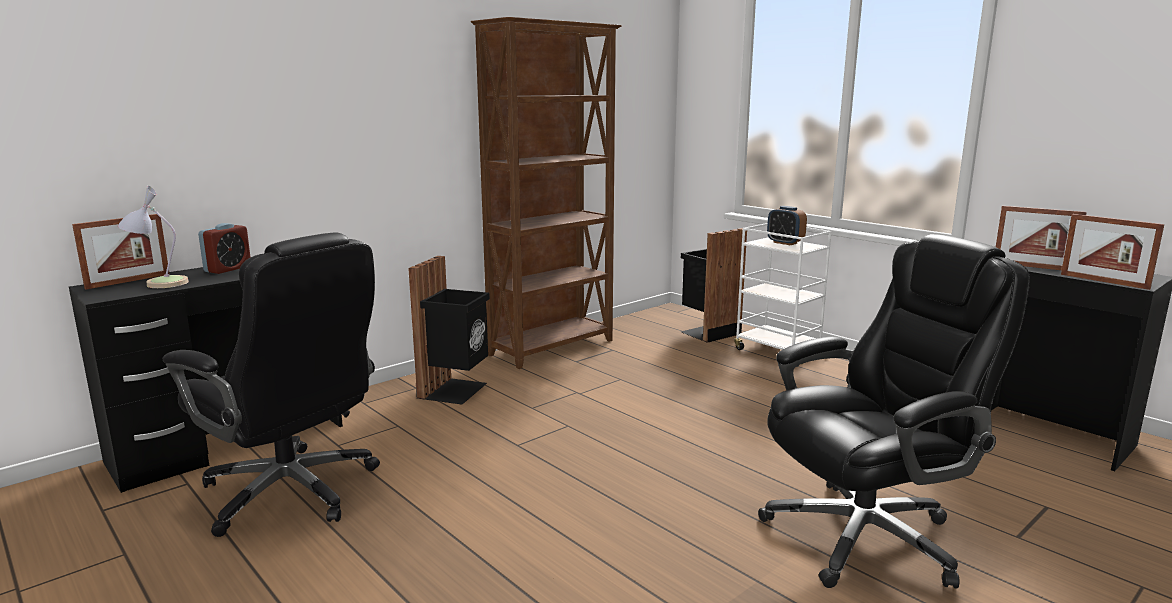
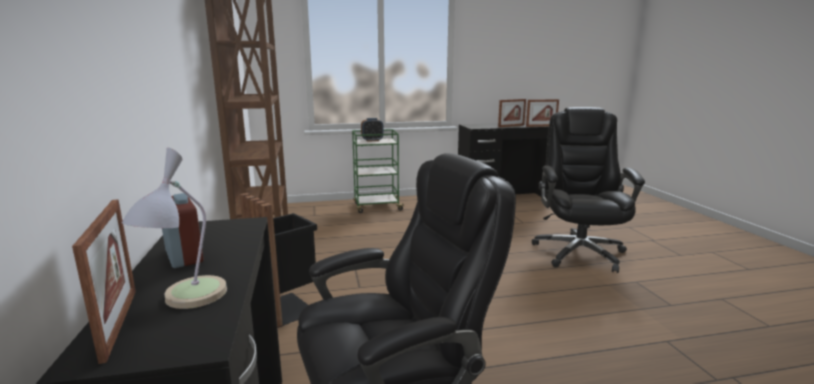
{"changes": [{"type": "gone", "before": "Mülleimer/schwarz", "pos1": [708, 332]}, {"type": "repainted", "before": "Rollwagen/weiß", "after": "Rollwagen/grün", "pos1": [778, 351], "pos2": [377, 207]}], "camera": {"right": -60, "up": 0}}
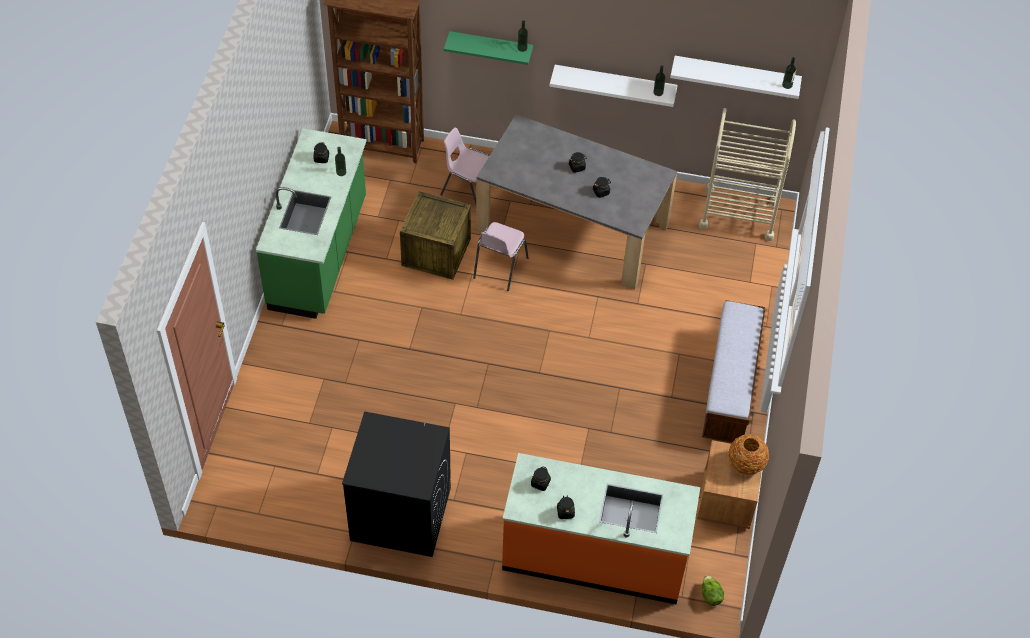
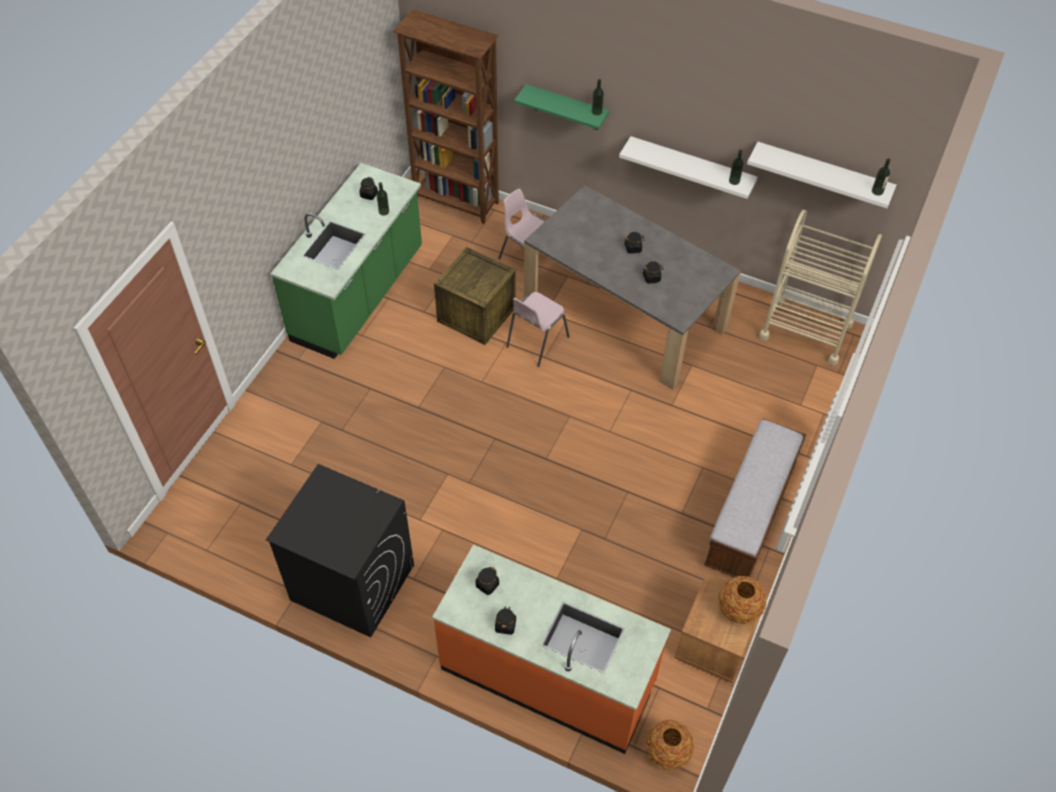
{"changes": [{"type": "swapped", "before": "Salatkopf", "after": "Vase", "pos1": [710, 595], "pos2": [667, 752]}], "camera": {"right": 15, "up": 0}}
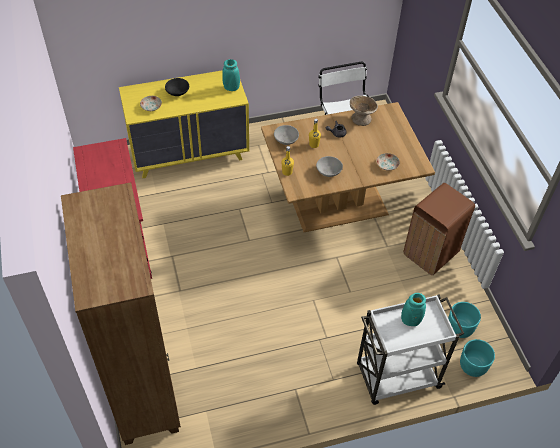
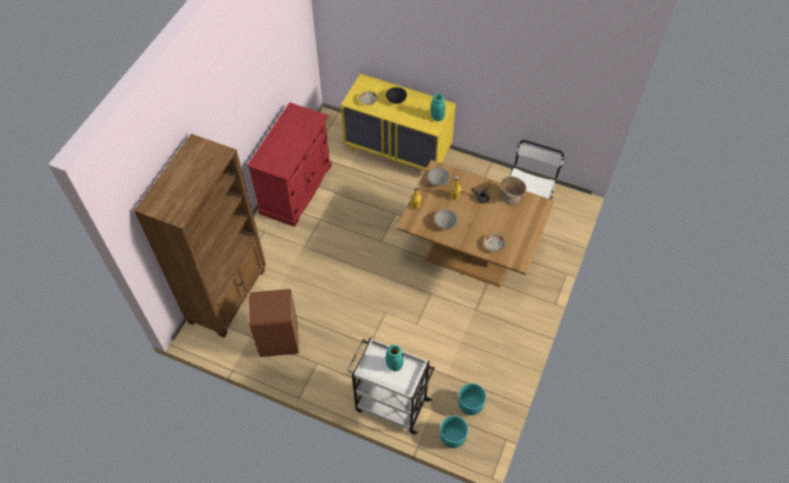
{"changes": [{"type": "shifted", "before": "Mülleimer/braun", "pos1": [430, 253], "pos2": [278, 339]}], "camera": {"right": 40, "up": 5}}
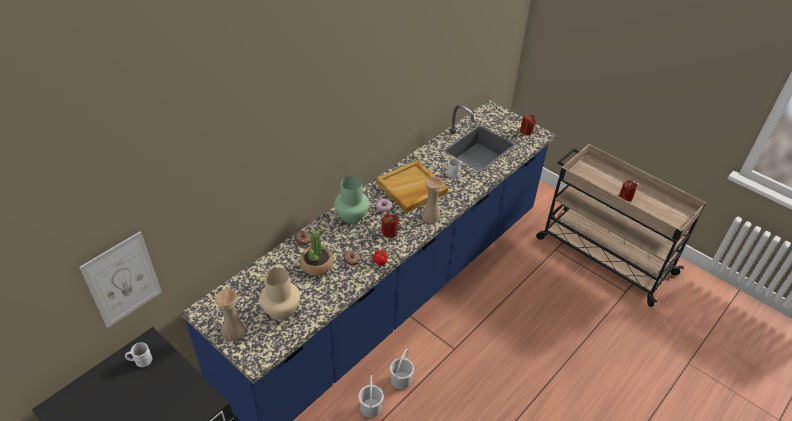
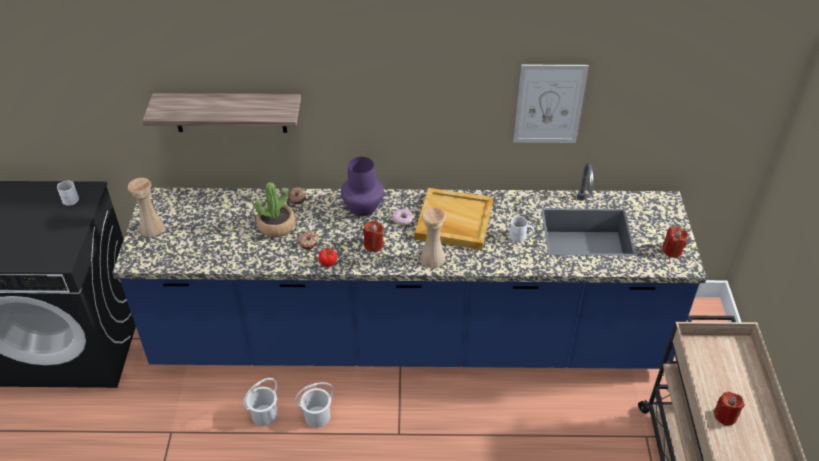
{"changes": [{"type": "shifted", "before": "Bild", "pos1": [123, 280], "pos2": [549, 104]}, {"type": "gone", "before": "Vase/beige", "pos1": [282, 311]}, {"type": "repainted", "before": "Vase/grün", "after": "Vase/lila", "pos1": [352, 217], "pos2": [362, 208]}, {"type": "new", "after": "Wandregal", "pos2": [229, 112]}], "camera": {"right": 50, "up": 0}}
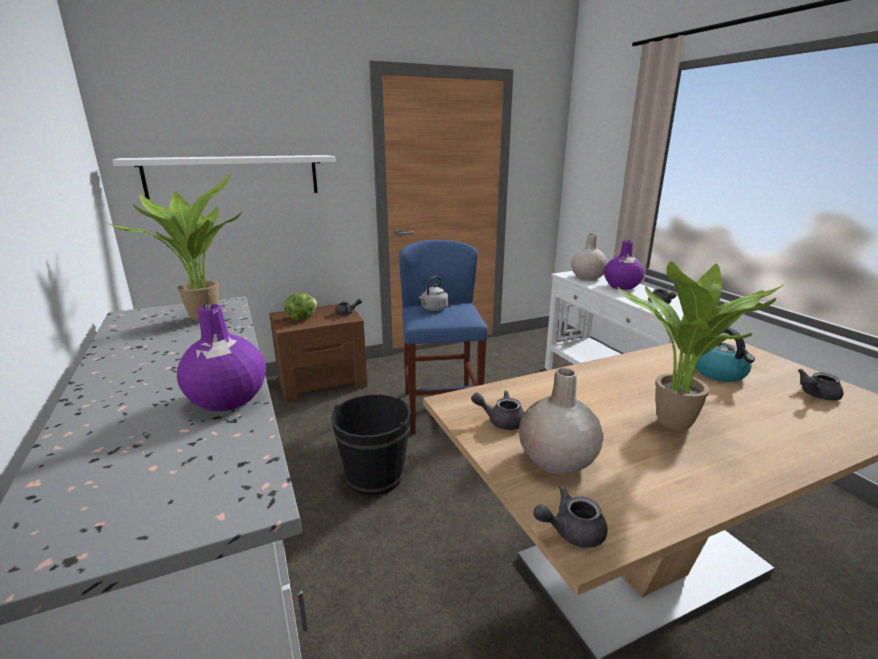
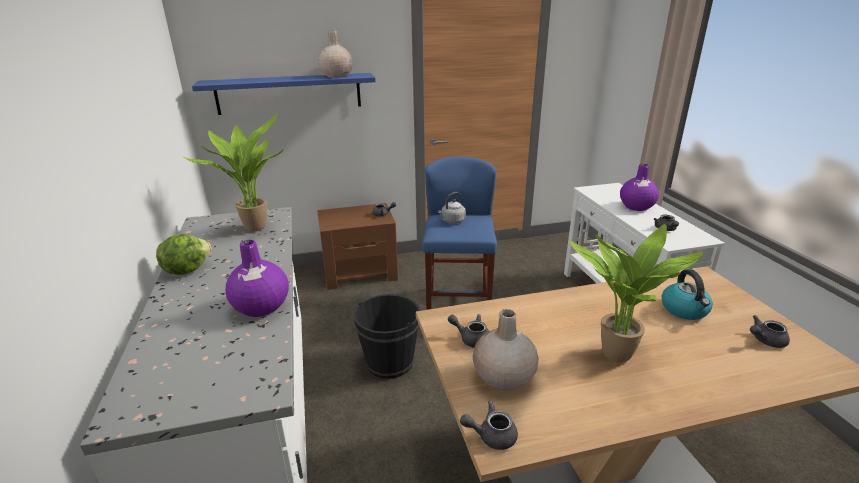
{"changes": [{"type": "repainted", "before": "Wandregal/weiß", "after": "Wandregal/blau", "pos1": [234, 176], "pos2": [289, 93]}, {"type": "shifted", "before": "Salatkopf", "pos1": [301, 318], "pos2": [186, 270]}, {"type": "shifted", "before": "Vase/beige", "pos1": [587, 277], "pos2": [336, 76]}], "camera": {"right": 10, "up": 5}}
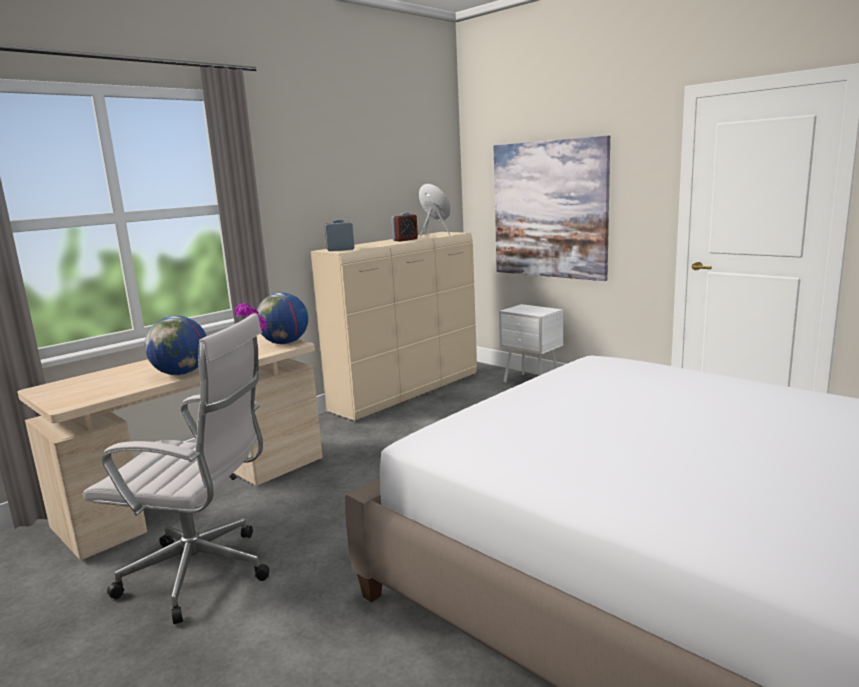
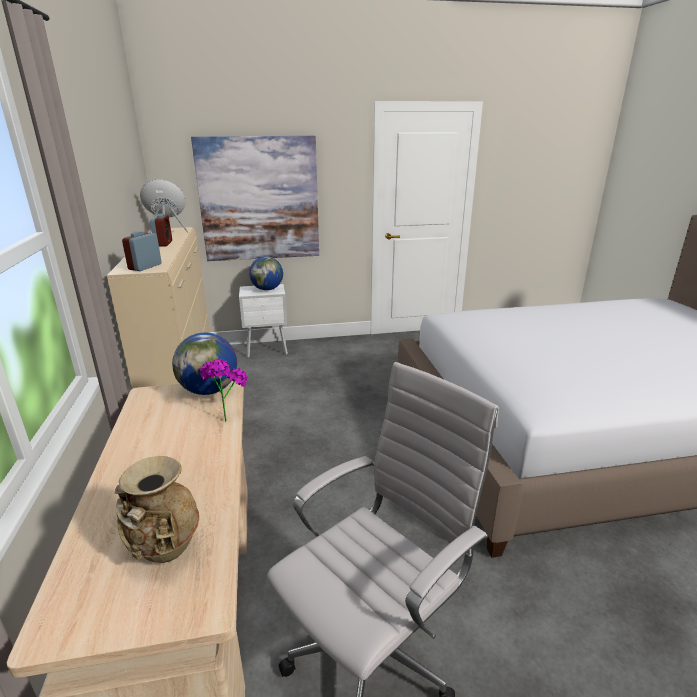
{"changes": [{"type": "shifted", "before": "Globus", "pos1": [181, 373], "pos2": [267, 289]}, {"type": "new", "after": "Vase/beige", "pos2": [164, 551]}], "camera": {"right": -55, "up": 10}}
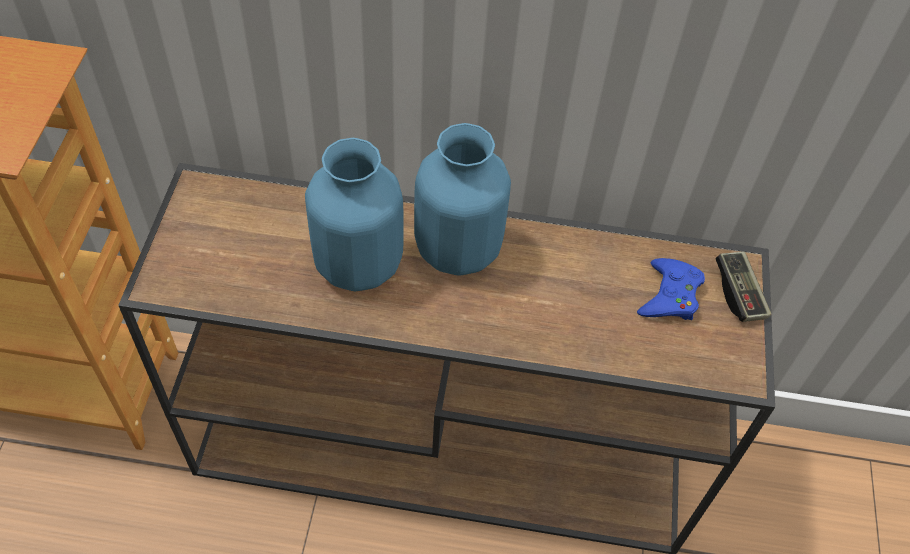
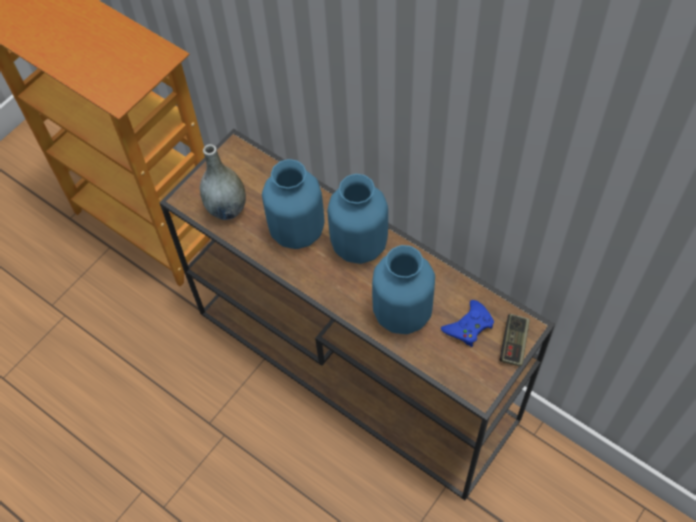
{"changes": [{"type": "new", "after": "Vase/grau", "pos2": [227, 209]}, {"type": "new", "after": "Vase/blau", "pos2": [402, 314]}], "camera": {"right": 35, "up": 5}}
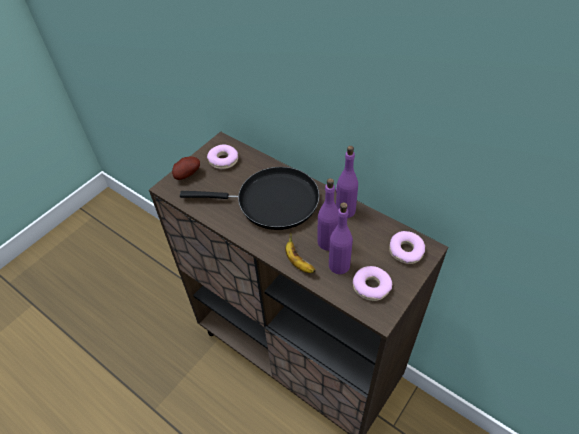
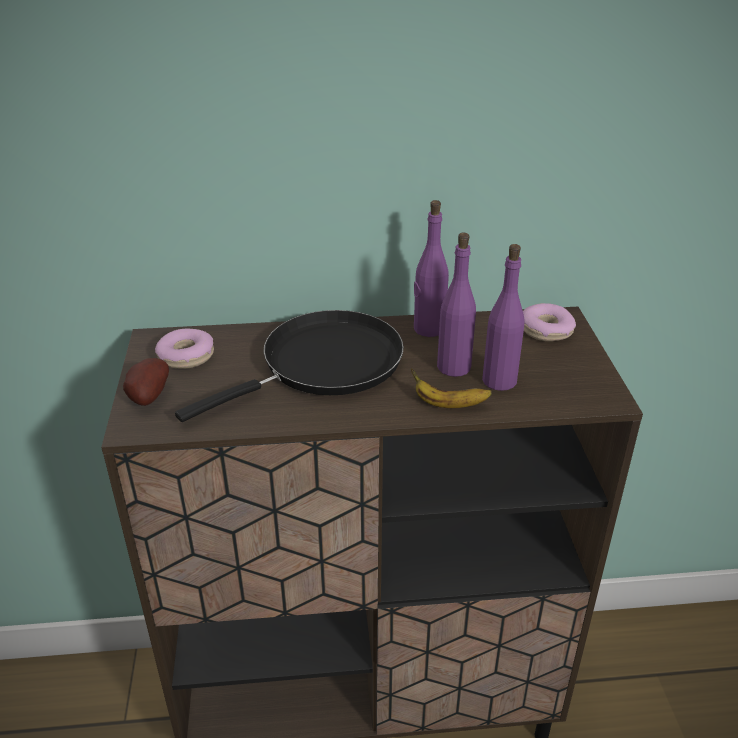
{"changes": [{"type": "gone", "before": "Donut", "pos1": [371, 287]}], "camera": {"right": -45, "up": -15}}
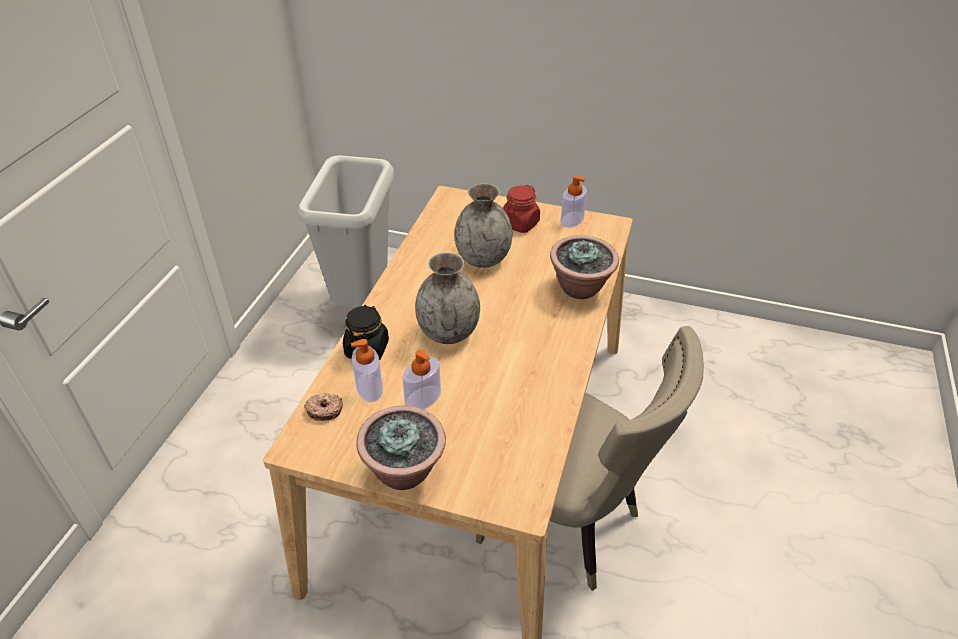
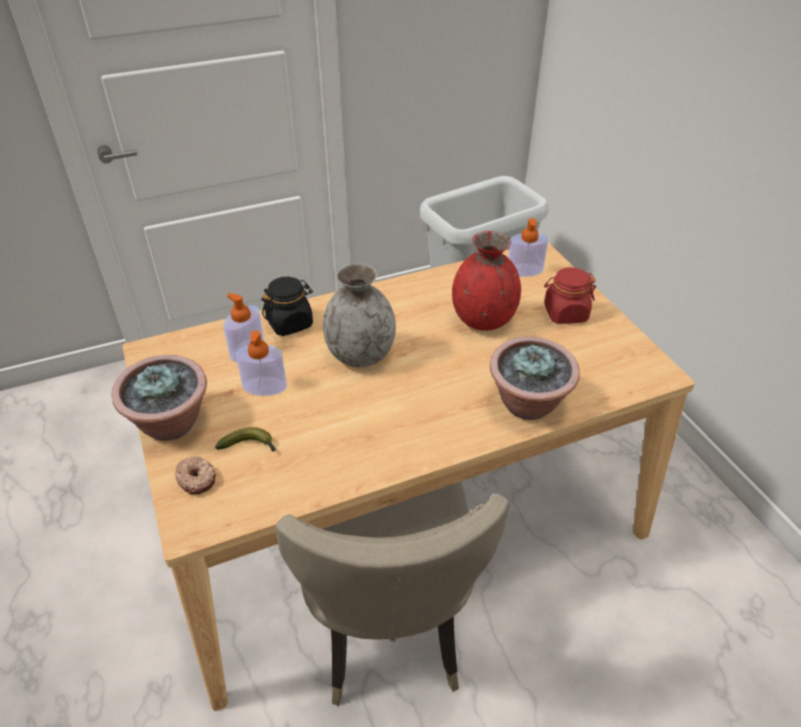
{"changes": [{"type": "shifted", "before": "Donut", "pos1": [324, 410], "pos2": [197, 479]}, {"type": "repainted", "before": "Vase/grau", "after": "Vase/rot", "pos1": [483, 258], "pos2": [484, 320]}, {"type": "shifted", "before": "Seifenspender", "pos1": [572, 219], "pos2": [525, 270]}, {"type": "new", "after": "Banane", "pos2": [250, 446]}], "camera": {"right": 50, "up": 0}}
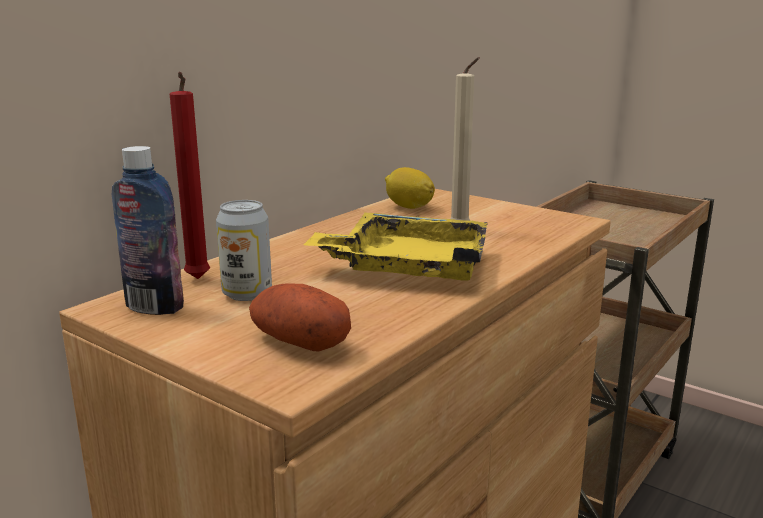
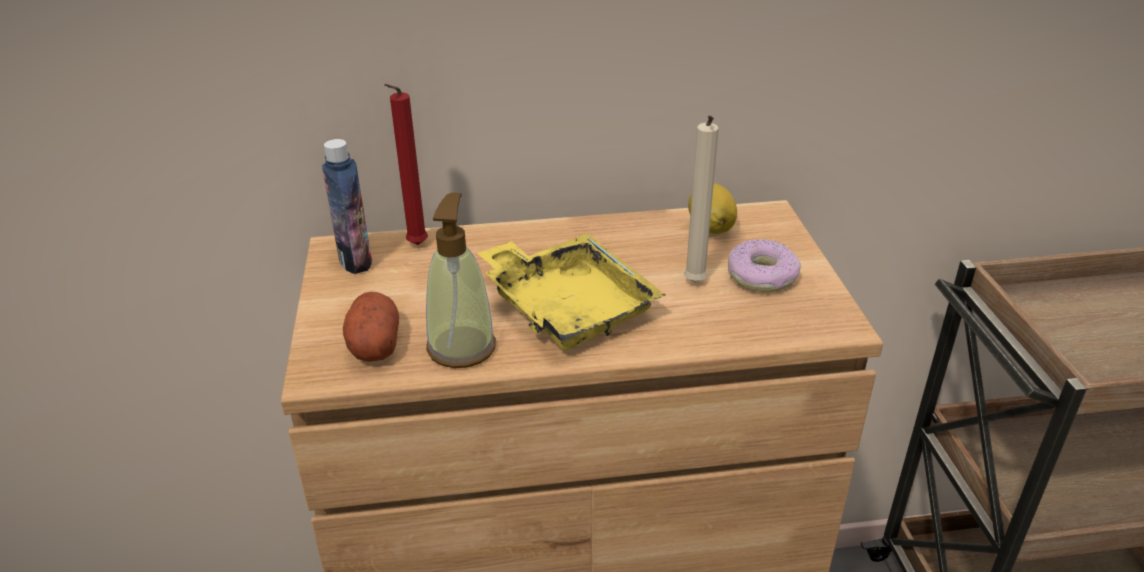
{"changes": [{"type": "gone", "before": "Dose", "pos1": [247, 293]}, {"type": "new", "after": "Seifenspender", "pos2": [461, 347]}, {"type": "new", "after": "Donut", "pos2": [762, 276]}], "camera": {"right": 45, "up": 15}}
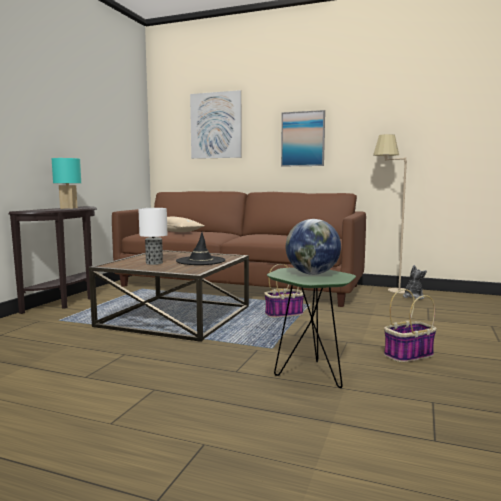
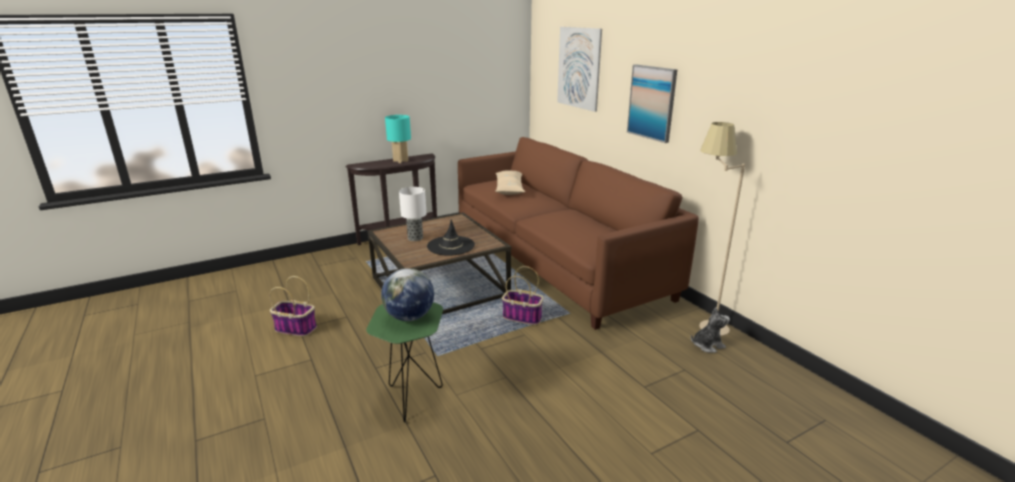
{"changes": [{"type": "shifted", "before": "Korb", "pos1": [408, 355], "pos2": [295, 328]}], "camera": {"right": 40, "up": 15}}
